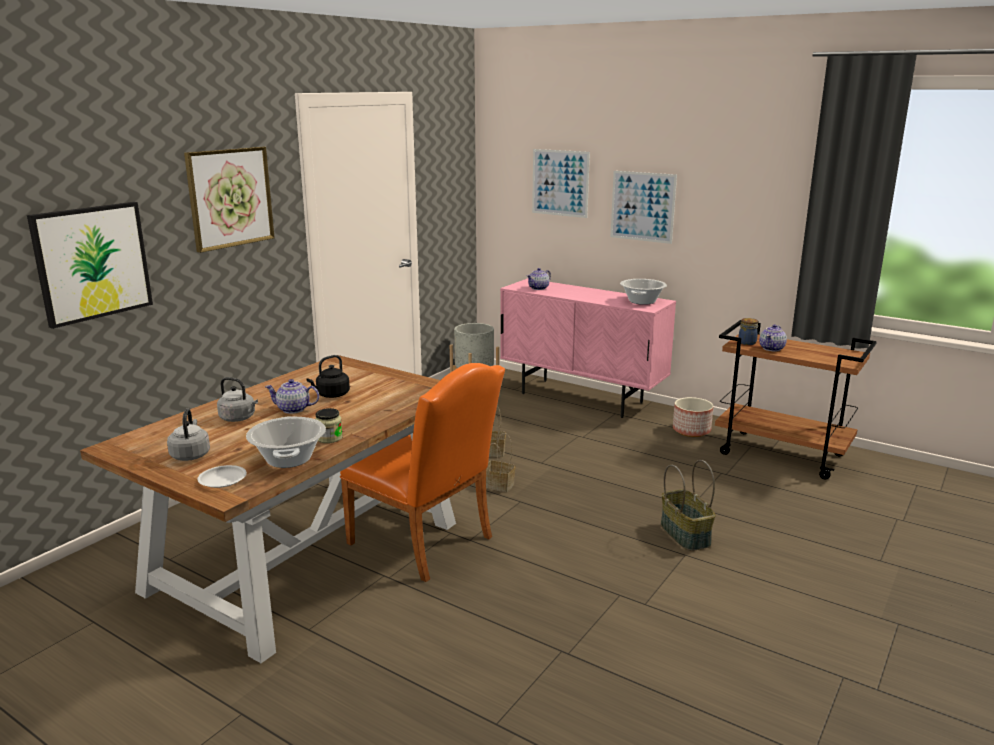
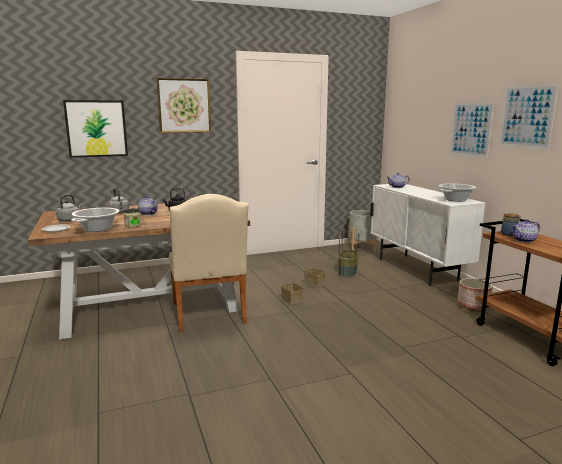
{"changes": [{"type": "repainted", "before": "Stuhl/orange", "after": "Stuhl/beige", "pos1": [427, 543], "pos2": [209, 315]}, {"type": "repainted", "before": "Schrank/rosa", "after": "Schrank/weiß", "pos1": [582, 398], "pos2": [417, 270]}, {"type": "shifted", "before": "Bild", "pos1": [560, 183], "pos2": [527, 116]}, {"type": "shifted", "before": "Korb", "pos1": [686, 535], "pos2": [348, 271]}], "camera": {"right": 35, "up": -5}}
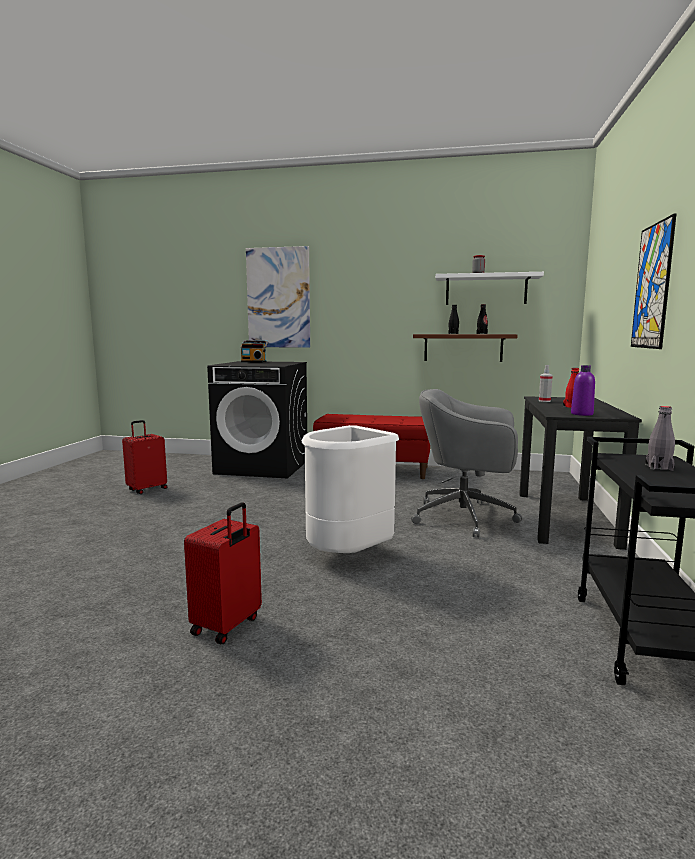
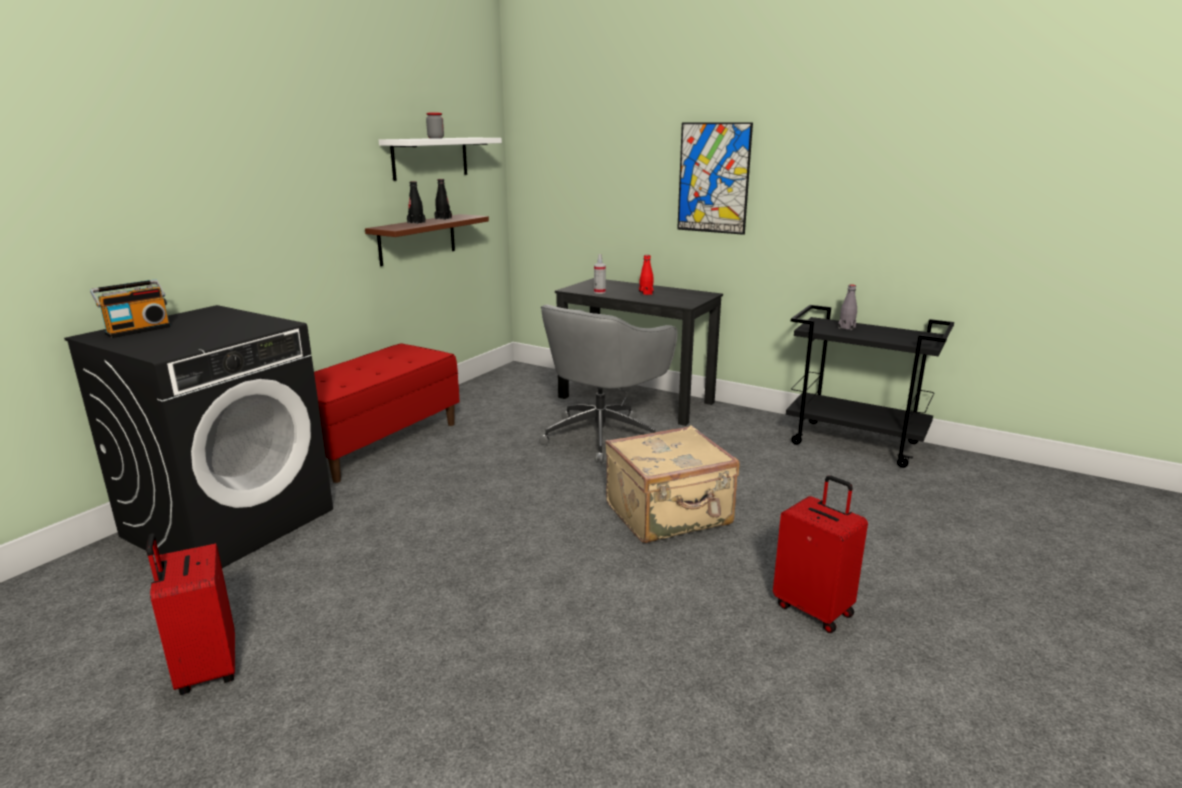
{"changes": [{"type": "gone", "before": "Bild", "pos1": [278, 298]}, {"type": "swapped", "before": "Mülleimer/weiß", "after": "Koffer/beige", "pos1": [348, 556], "pos2": [669, 515]}, {"type": "gone", "before": "Flasche/lila", "pos1": [582, 414]}], "camera": {"right": -70, "up": 10}}
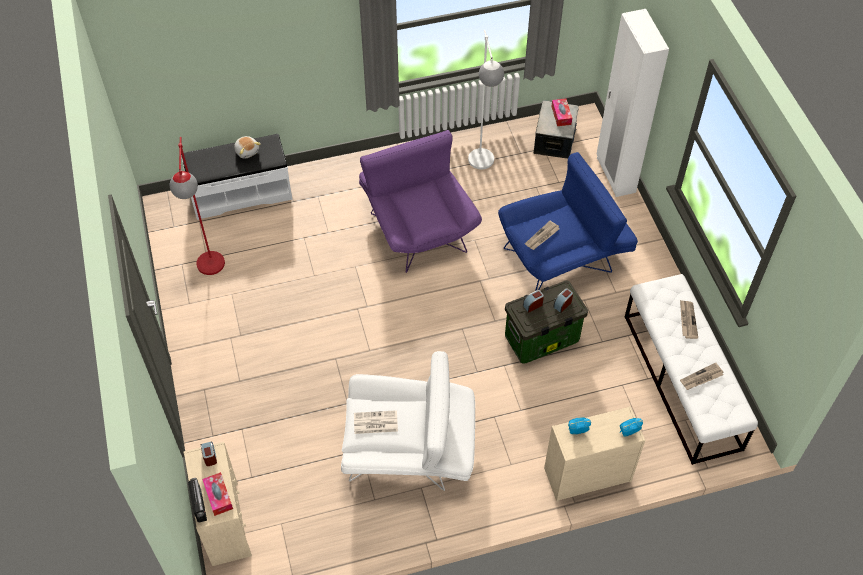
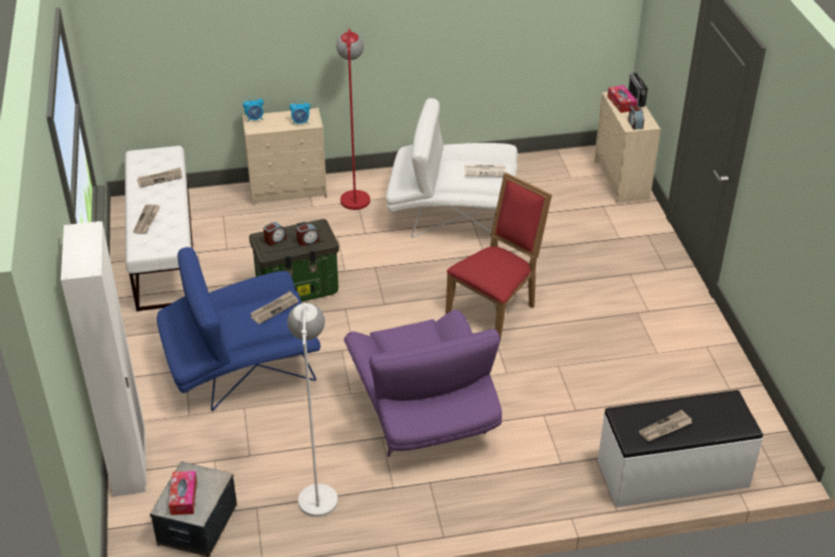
{"changes": [{"type": "shifted", "before": "Stehlampe/rot", "pos1": [211, 272], "pos2": [355, 194]}, {"type": "swapped", "before": "Plüschtier", "after": "Zeitung", "pos1": [247, 151], "pos2": [665, 428]}, {"type": "new", "after": "Stuhl/rot", "pos2": [496, 308]}], "camera": {"right": -175, "up": -15}}
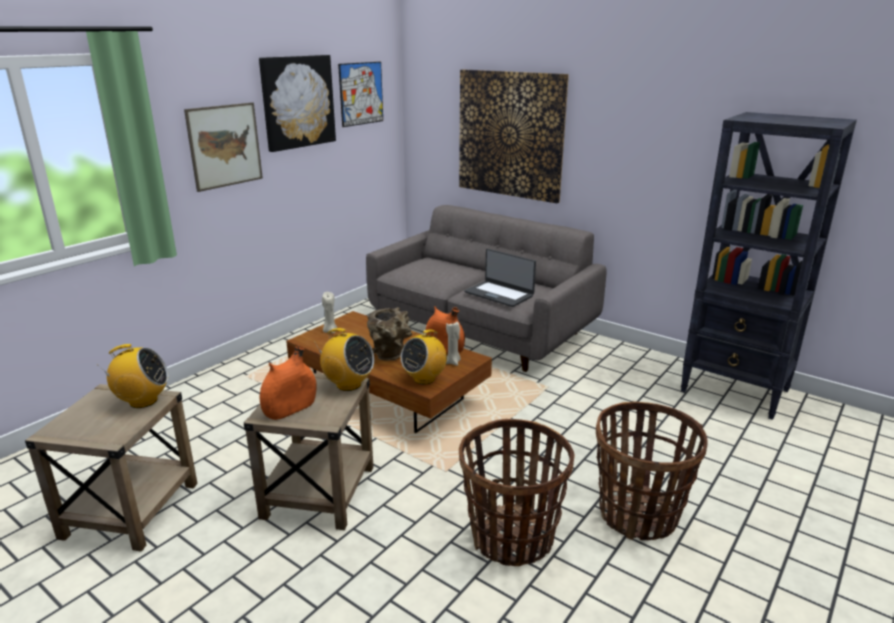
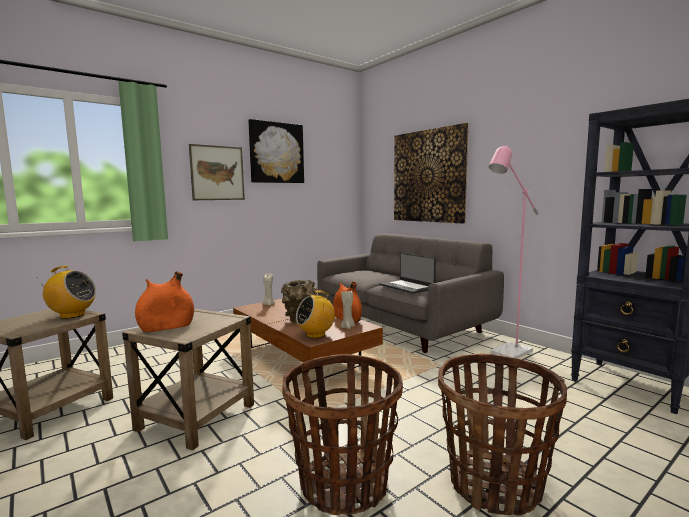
{"changes": [{"type": "gone", "before": "Radio", "pos1": [348, 384]}, {"type": "gone", "before": "Bild", "pos1": [361, 93]}, {"type": "new", "after": "Stehlampe/rosa", "pos2": [507, 354]}], "camera": {"right": 15, "up": -15}}
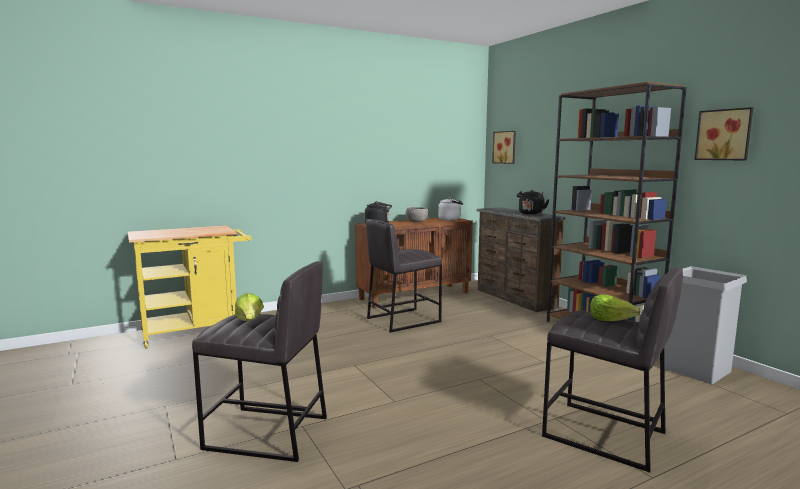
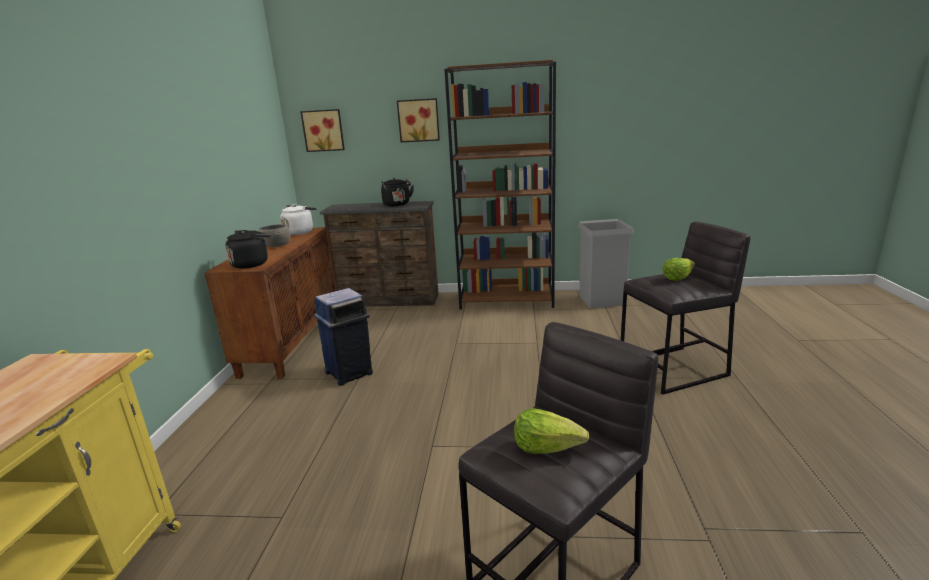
{"changes": [{"type": "swapped", "before": "Hocker/grau", "after": "Mülleimer/blau", "pos1": [402, 320], "pos2": [350, 373]}, {"type": "shifted", "before": "Bild", "pos1": [724, 135], "pos2": [418, 120]}], "camera": {"right": -55, "up": 10}}
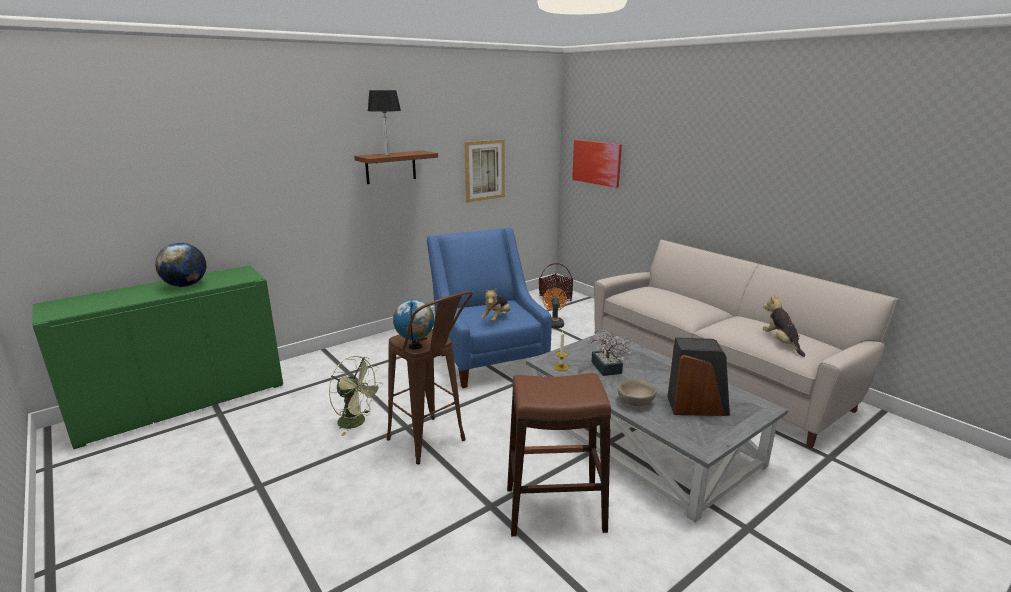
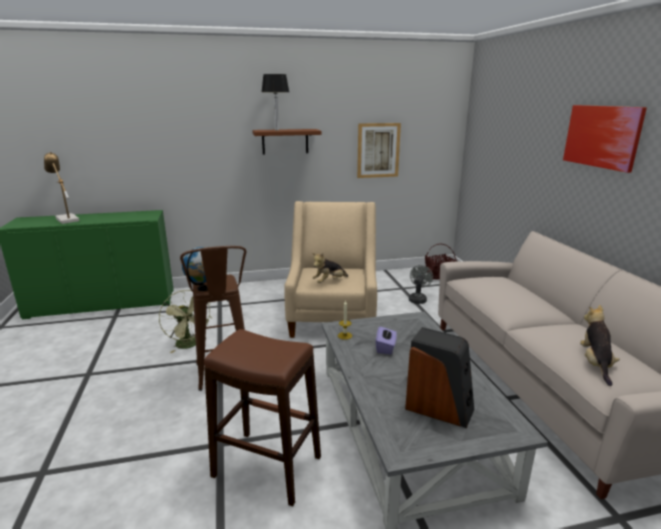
{"changes": [{"type": "gone", "before": "Globus", "pos1": [186, 285]}, {"type": "repainted", "before": "Sessel/blau", "after": "Sessel/beige", "pos1": [488, 359], "pos2": [333, 317]}, {"type": "repainted", "before": "Ventilator/orange", "after": "Ventilator/grau", "pos1": [554, 323], "pos2": [418, 299]}, {"type": "shifted", "before": "Bild", "pos1": [596, 163], "pos2": [602, 136]}, {"type": "swapped", "before": "Topfpflanze", "after": "Taschentuchbox/lila", "pos1": [607, 369], "pos2": [385, 348]}, {"type": "gone", "before": "Schüssel/beige", "pos1": [635, 402]}, {"type": "new", "after": "Tischlampe", "pos2": [66, 219]}], "camera": {"right": 25, "up": 0}}
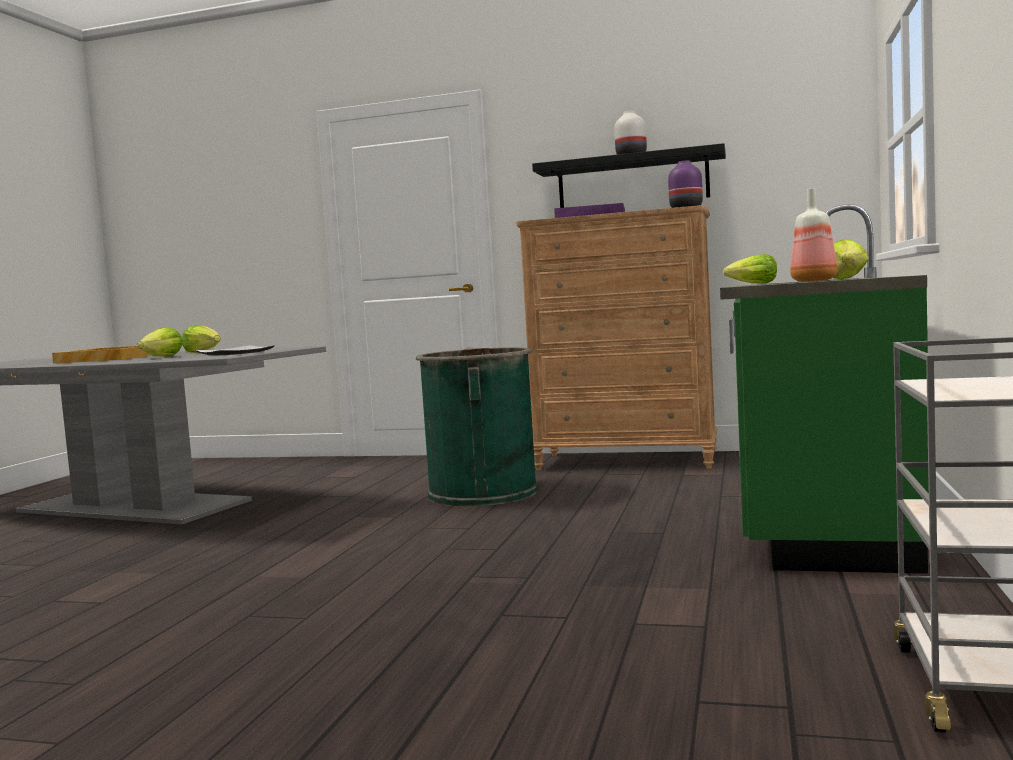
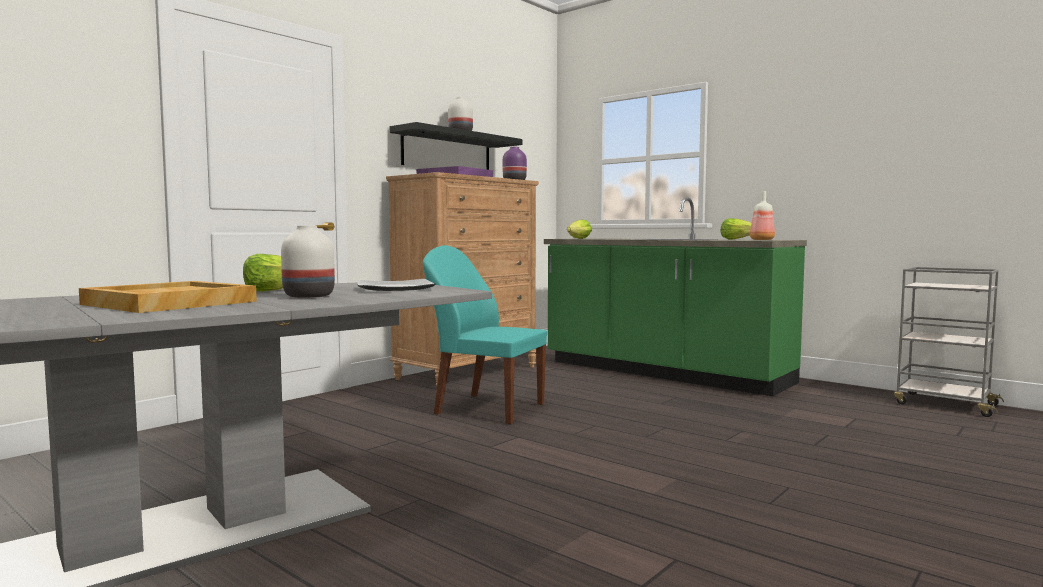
{"changes": [{"type": "swapped", "before": "Salatkopf", "after": "Vase/weiß", "pos1": [162, 357], "pos2": [309, 296]}, {"type": "swapped", "before": "Mülleimer/grün", "after": "Stuhl/türkis", "pos1": [483, 492], "pos2": [487, 409]}], "camera": {"right": -65, "up": 0}}
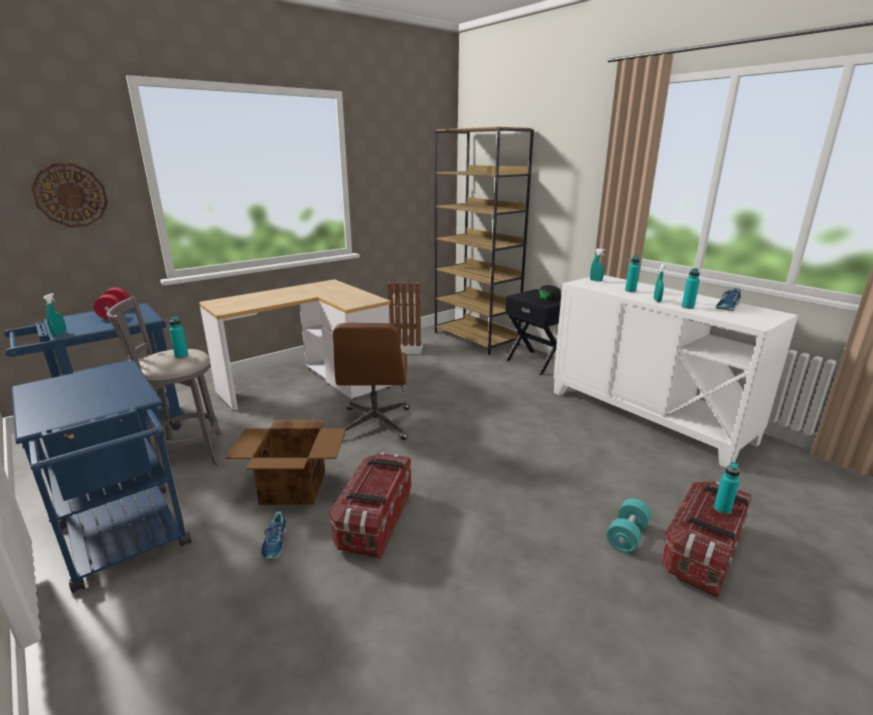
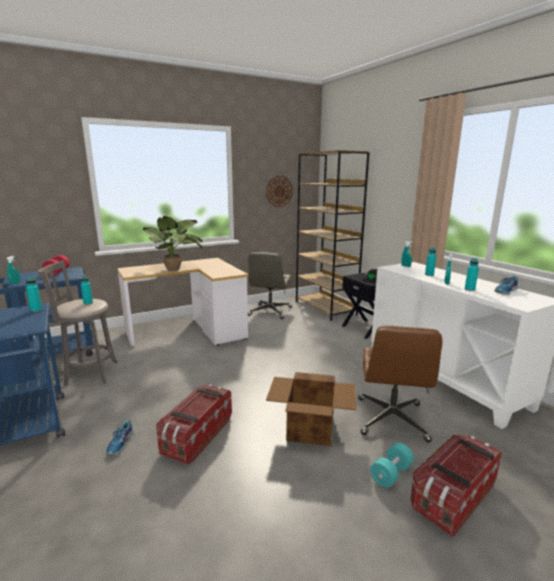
{"changes": [{"type": "shifted", "before": "Wanduhr", "pos1": [70, 195], "pos2": [279, 191]}, {"type": "shifted", "before": "Karton", "pos1": [294, 487], "pos2": [311, 429]}, {"type": "shifted", "before": "Bürostuhl/braun", "pos1": [375, 424], "pos2": [392, 419]}, {"type": "swapped", "before": "Mülleimer/weiß", "after": "Bürostuhl/grau", "pos1": [406, 348], "pos2": [270, 311]}, {"type": "shifted", "before": "Flasche/türkis", "pos1": [722, 509], "pos2": [36, 310]}, {"type": "new", "after": "Topfpflanze", "pos2": [175, 269]}], "camera": {"right": 10, "up": -5}}
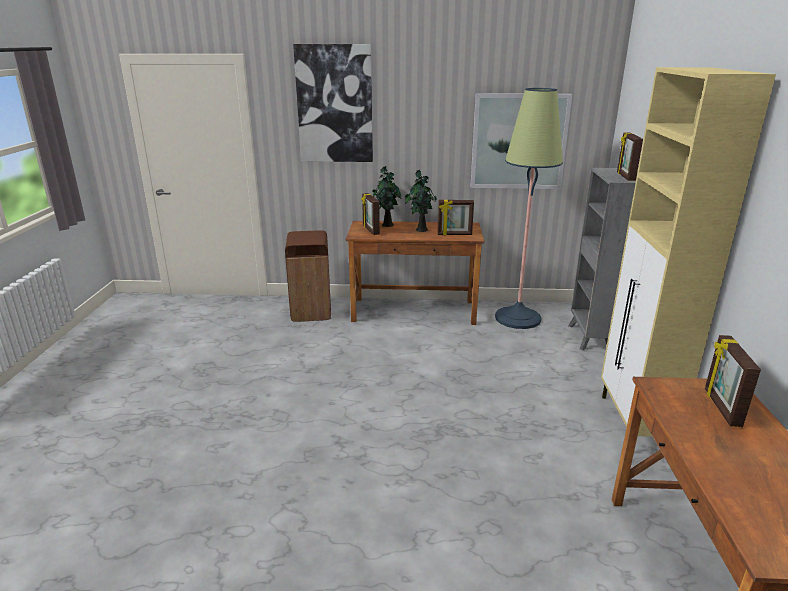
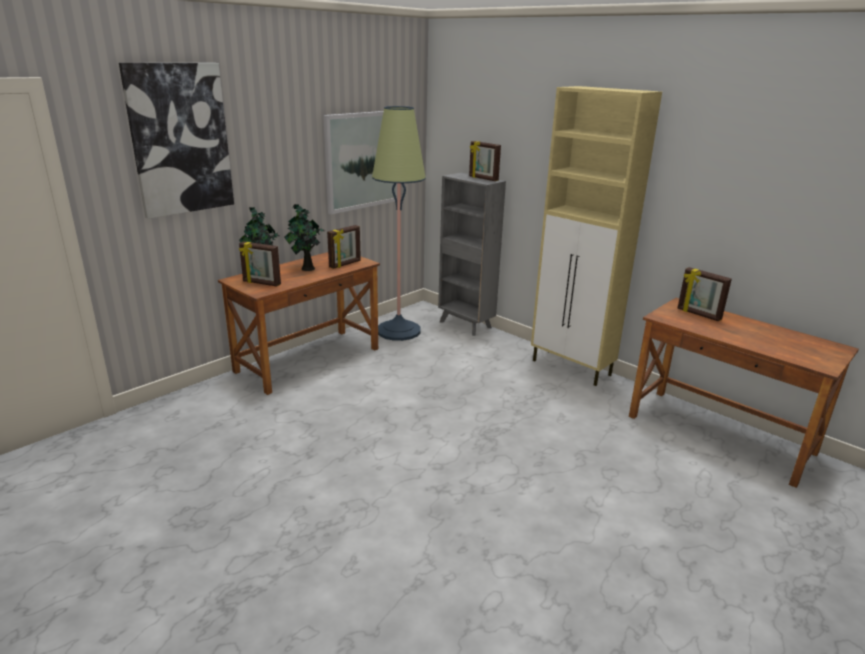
{"changes": [{"type": "gone", "before": "Mülleimer/braun", "pos1": [312, 311]}], "camera": {"right": -50, "up": 0}}
